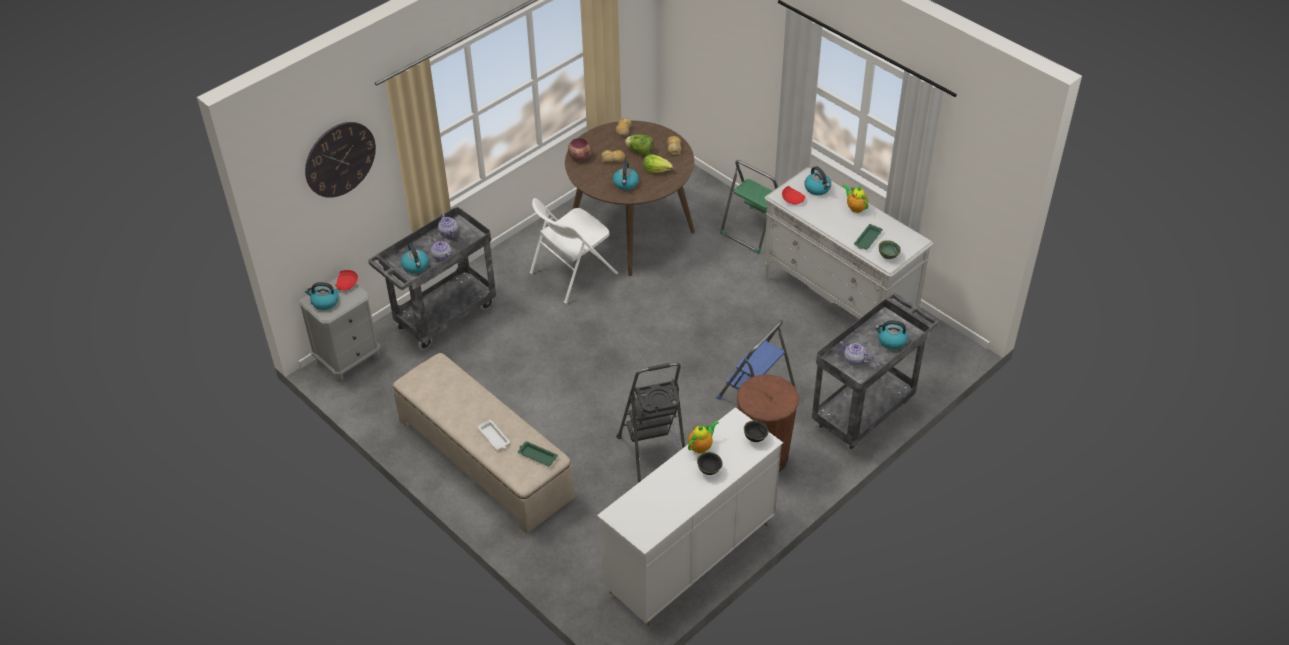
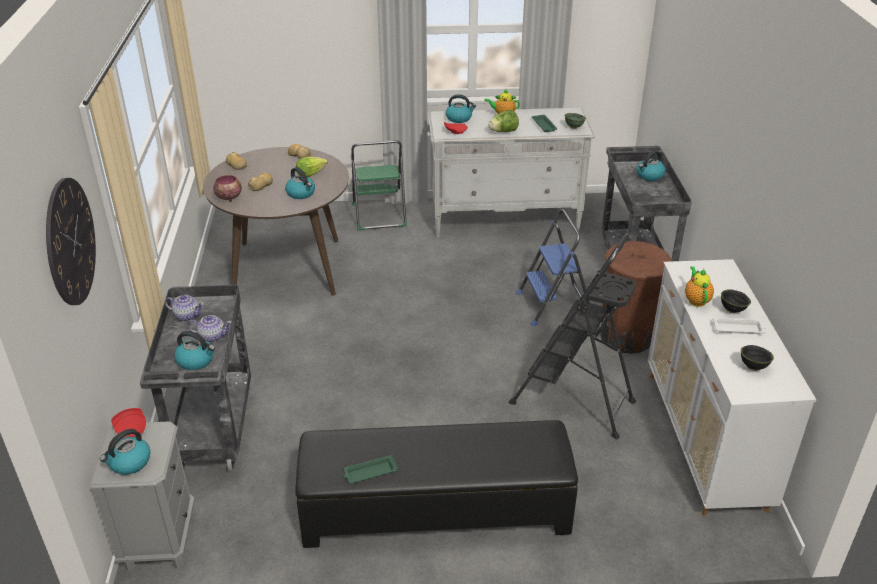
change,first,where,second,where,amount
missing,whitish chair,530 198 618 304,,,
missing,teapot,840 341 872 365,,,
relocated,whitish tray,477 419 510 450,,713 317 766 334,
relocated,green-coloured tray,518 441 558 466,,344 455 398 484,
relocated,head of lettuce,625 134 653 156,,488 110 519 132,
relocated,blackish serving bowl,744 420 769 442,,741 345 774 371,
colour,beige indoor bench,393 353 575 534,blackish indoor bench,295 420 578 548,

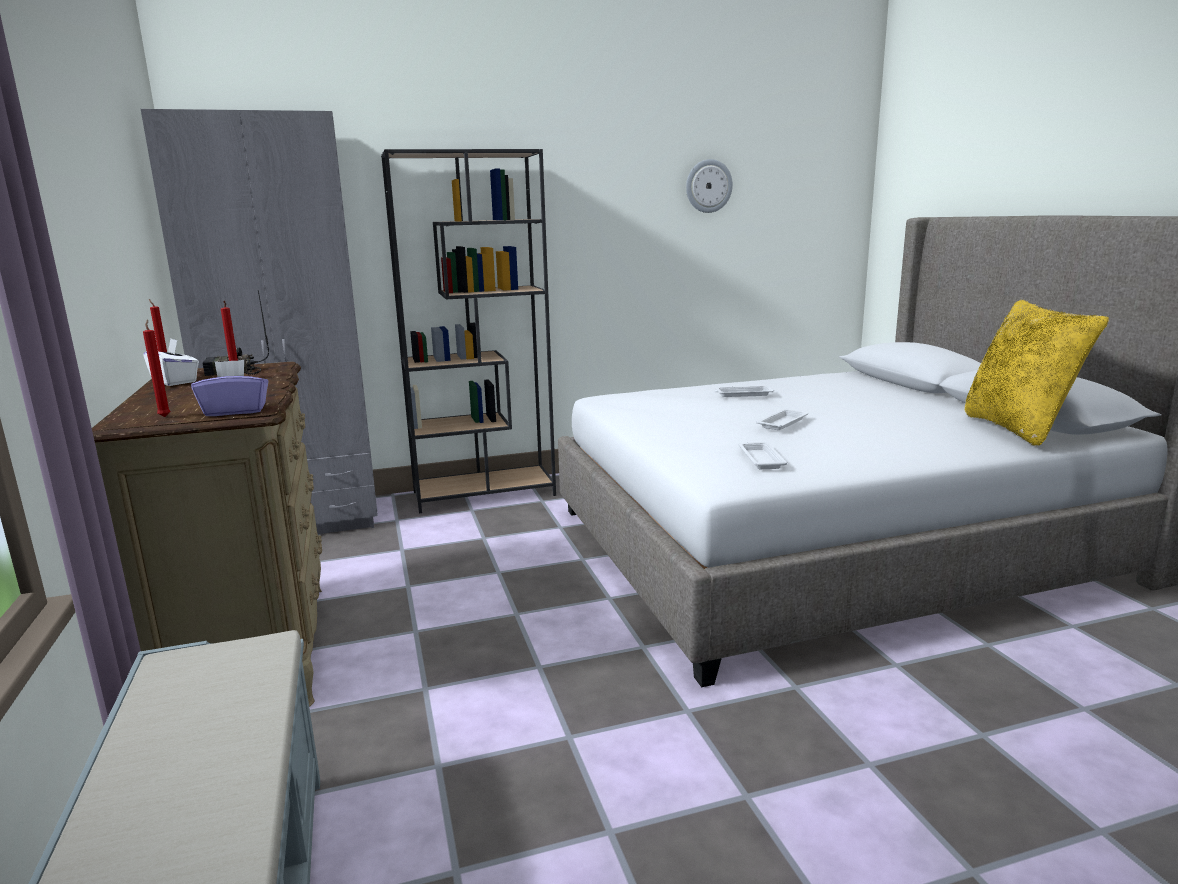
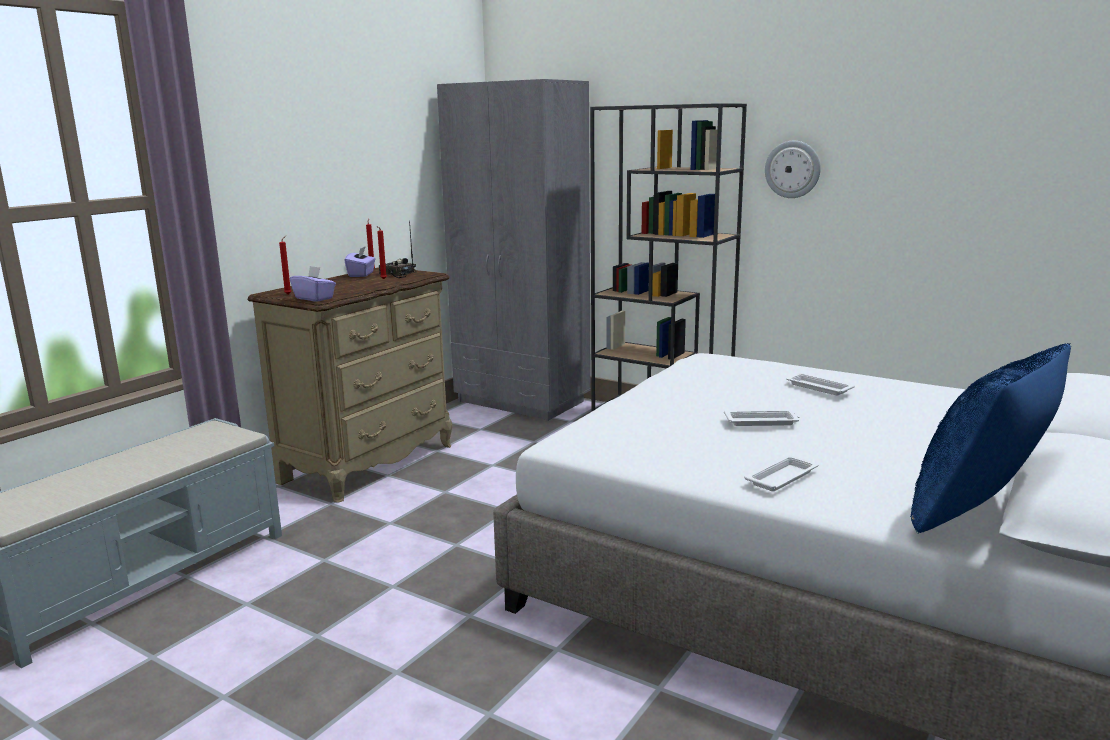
change,first,where,second,where,amount
relocated,wall clock,686 159 733 213,,765 141 821 198,
relocated,whitish tray,738 442 787 469,,745 455 818 491,
colour,whitish box of tissues,143 339 199 386,purple box of tissues,344 246 376 277,
colour,yellow-coloured cushion,965 299 1110 446,blue cushion,910 343 1071 534,

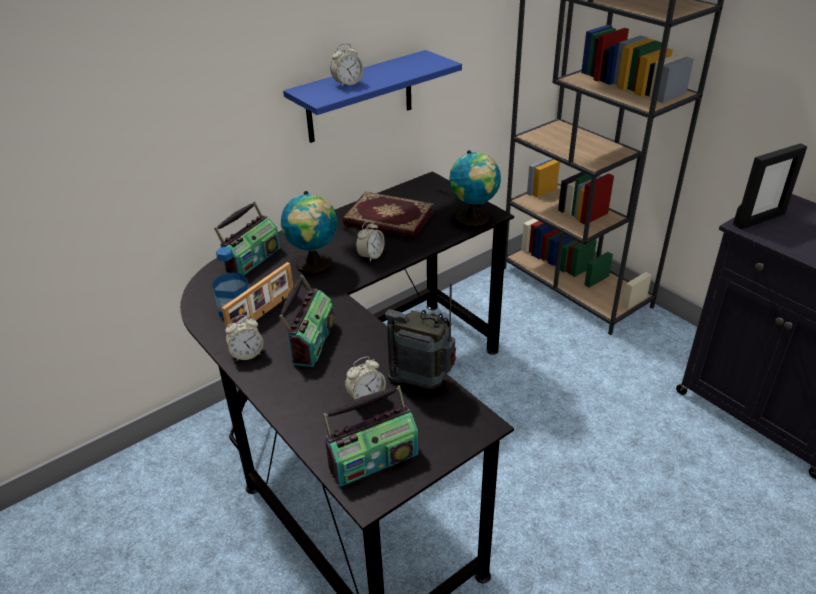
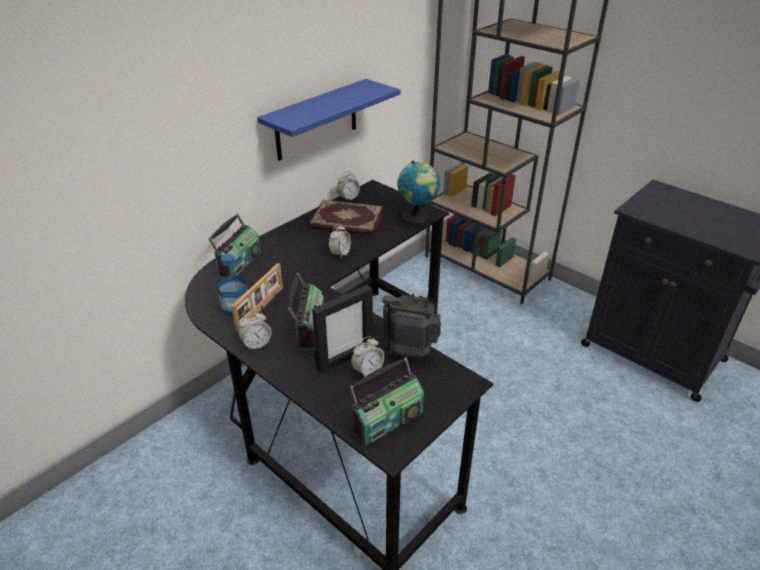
change,first,where,second,where,amount
missing,desk globe,281 191 337 275,,,
relocated,alarm clock,330 43 363 88,,337 171 360 202,
relocated,picture frame,733 143 807 230,,312 285 373 373,

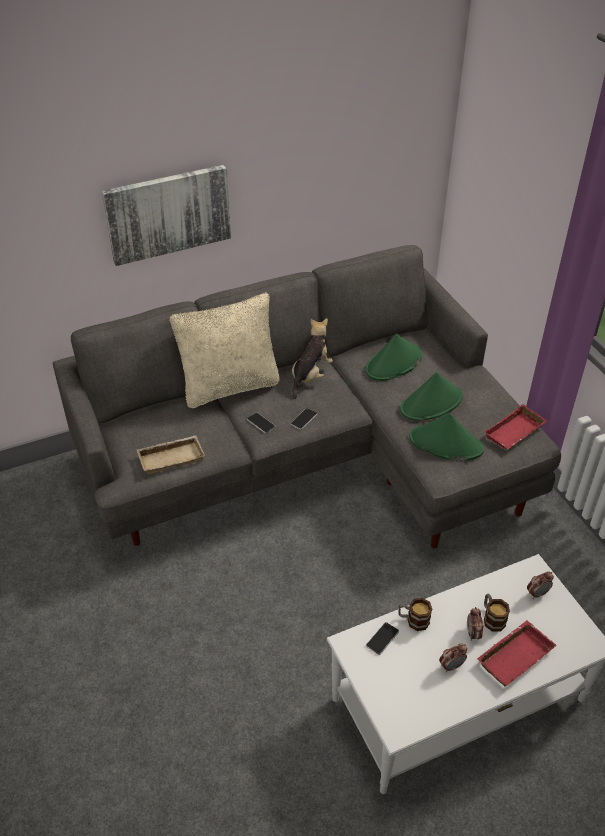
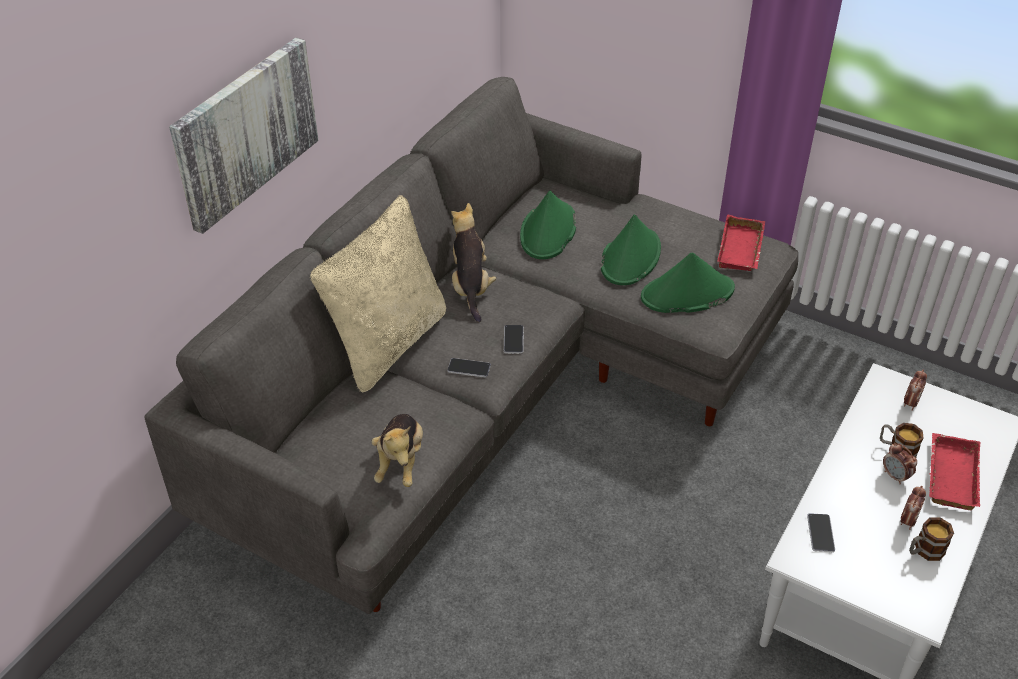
change,first,where,second,where,amount
relocated,tea mug,398 598 432 631,,909 518 954 561,
exchanged,beige tray,137 435 205 474,soft toy,371 414 423 487,

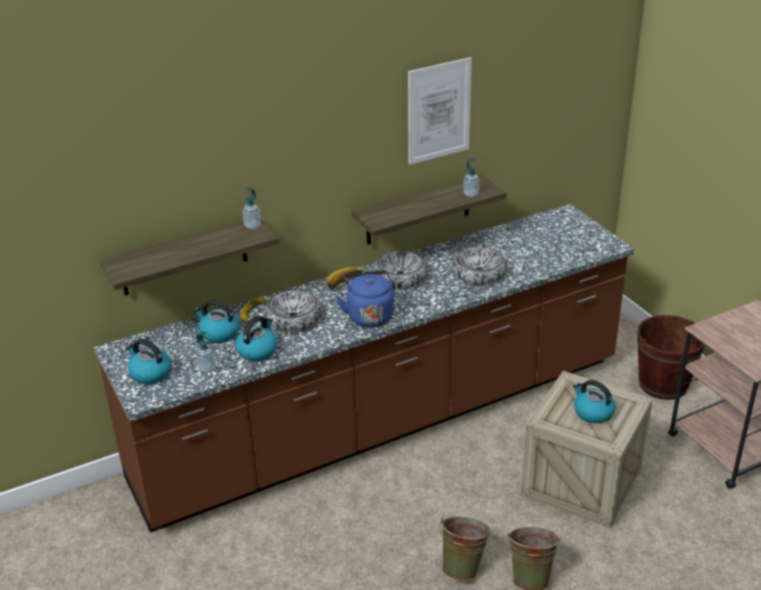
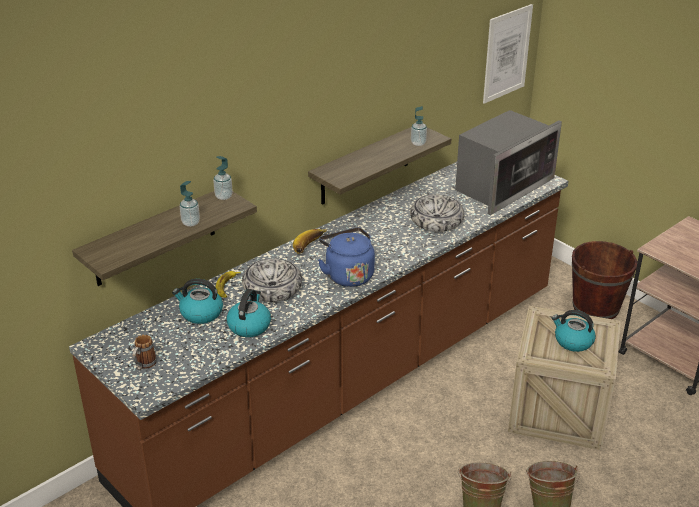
change,first,where,second,where,amount
missing,serving bowl,373 251 428 289,,,
appeared,,,microwave oven,455 110 562 215,
relocated,soap dispenser,196 331 215 373,,180 181 200 227,
relocated,wall art,408 57 472 165,,483 4 533 104,
exchanged,kettle,126 339 172 384,tea mug,133 335 157 371,

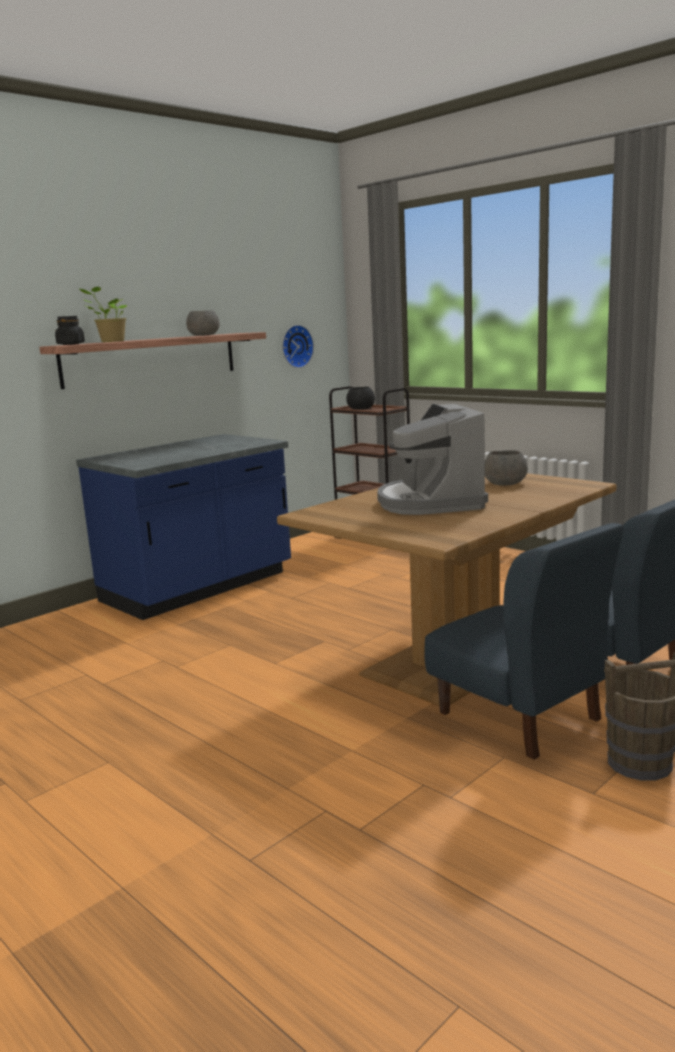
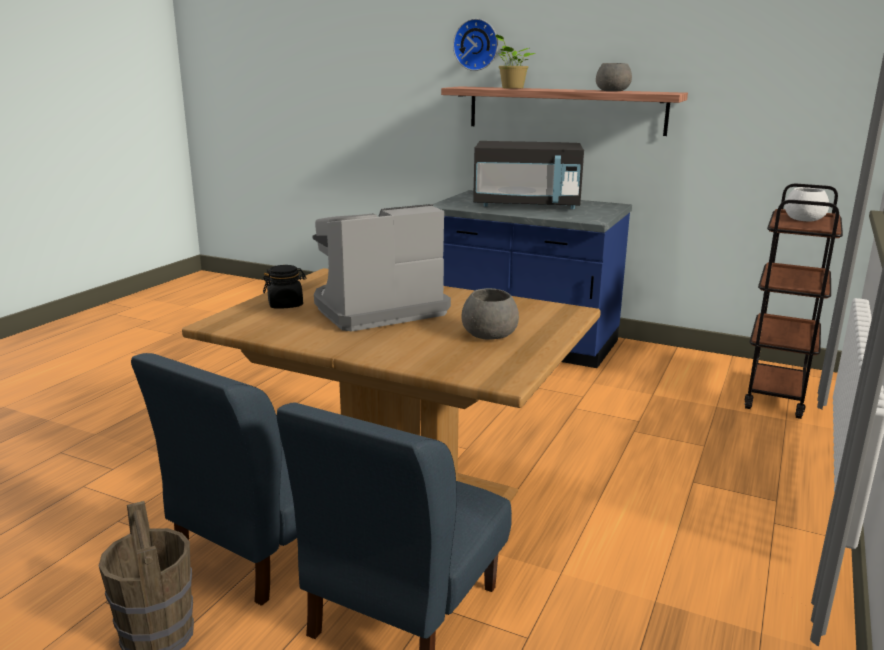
change,first,where,second,where,amount
appeared,,,blackish microwave oven,473 141 584 209,
relocated,blackish preserve jar,55 316 85 345,,263 265 306 309,
relocated,wall clock,282 325 314 368,,453 18 498 71,
colour,blackish serving bowl,346 387 375 410,whitish serving bowl,785 187 829 221,

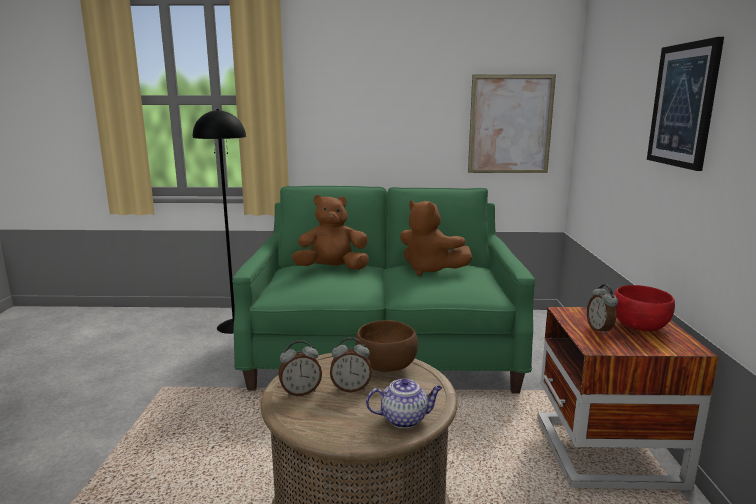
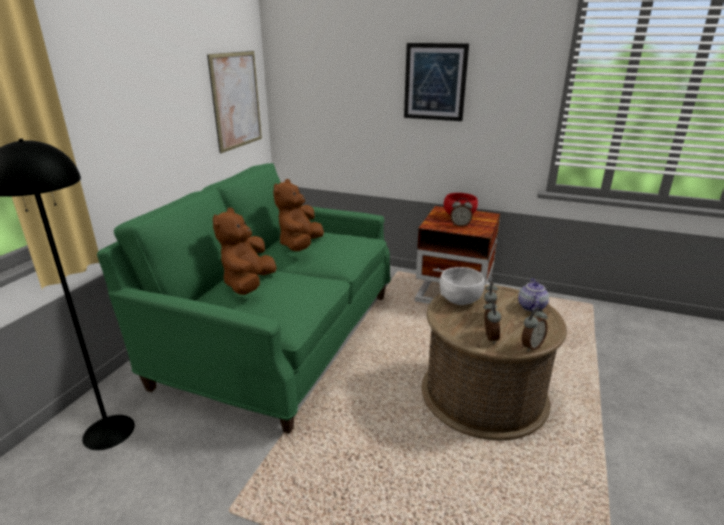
change,first,where,second,where,amount
appeared,,,alarm clock,522 308 547 352,
colour,brown-coloured serving bowl,355 320 418 372,whitish serving bowl,440 267 485 305,
spun,brown-coloured soft toy,400 201 472 276,,273 179 324 251,135 degrees clockwise

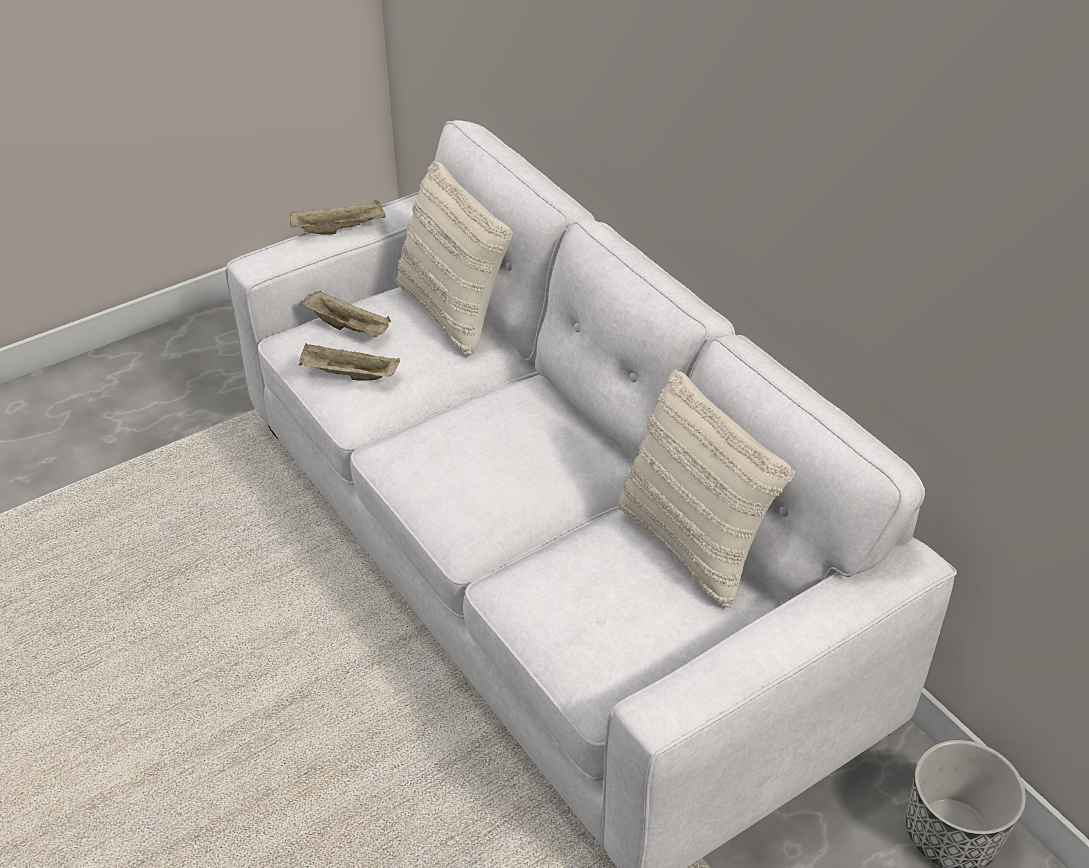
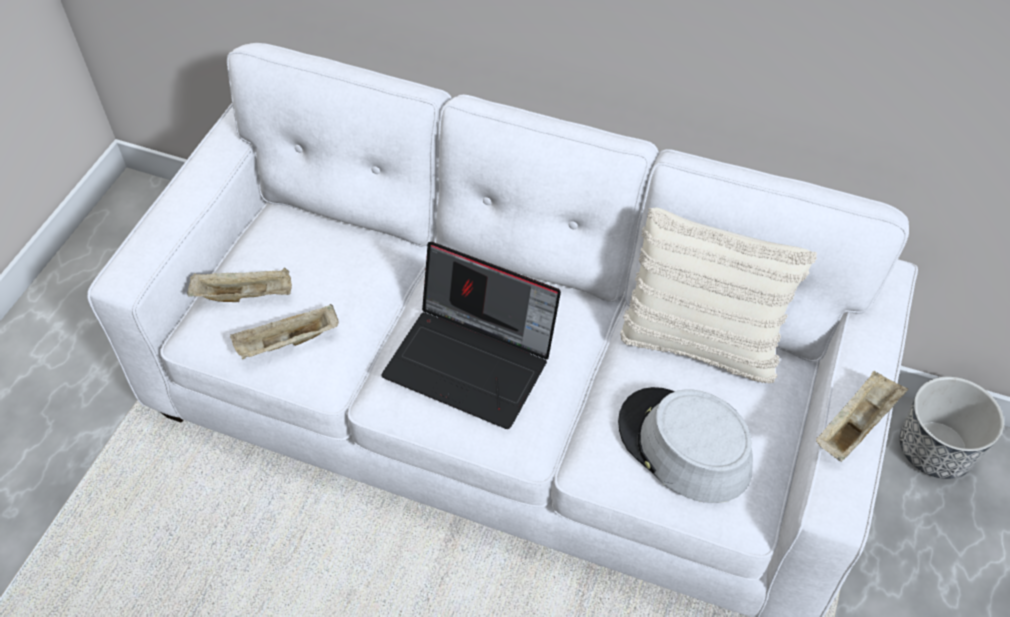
change,first,where,second,where,amount
missing,beige cushion,396 161 513 355,,,
appeared,,,portable computer,381 242 561 429,
appeared,,,gray hat,618 387 753 503,
relocated,beige tray,290 199 386 235,,816 371 908 462,

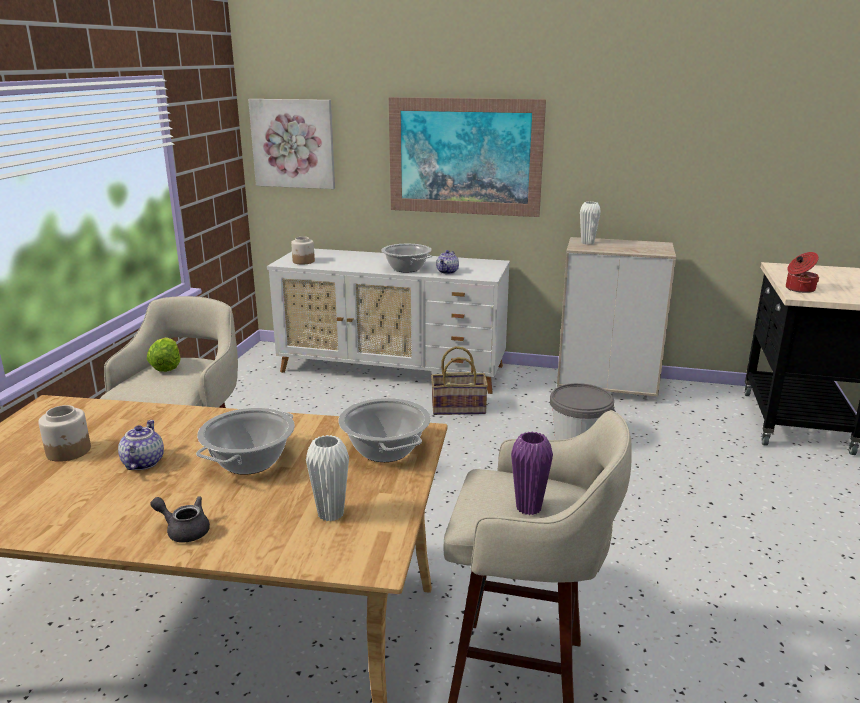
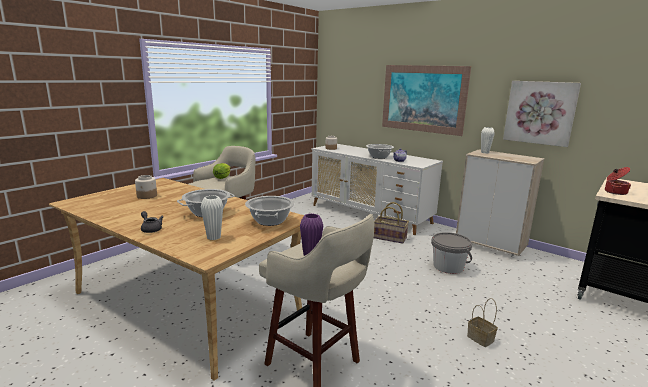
change,first,where,second,where,amount
missing,teapot,118 420 164 470,,,
appeared,,,basket,467 298 498 347,
relocated,wall art,248 99 335 189,,503 81 581 147,

